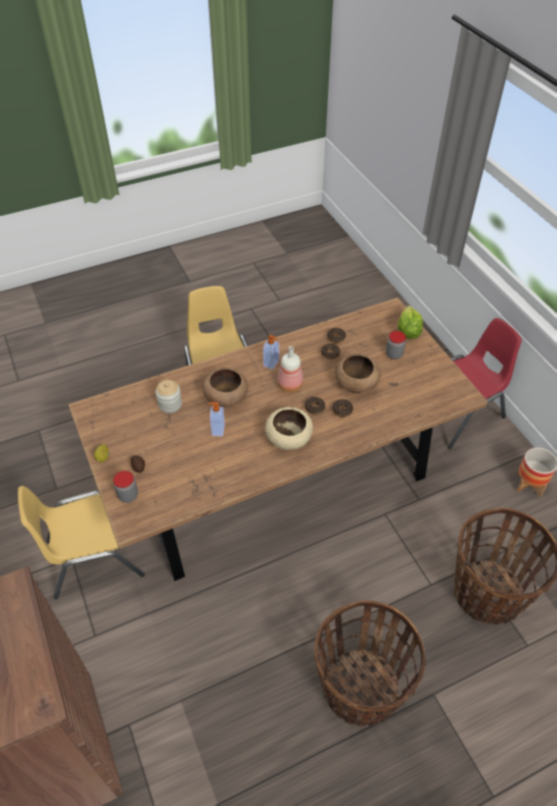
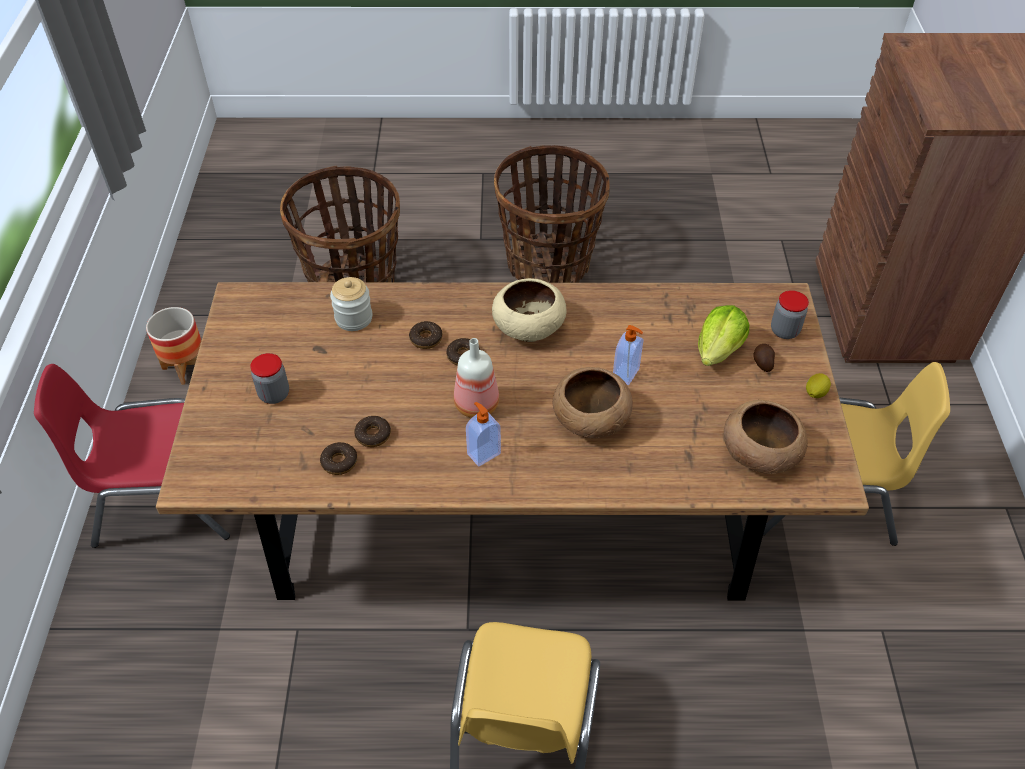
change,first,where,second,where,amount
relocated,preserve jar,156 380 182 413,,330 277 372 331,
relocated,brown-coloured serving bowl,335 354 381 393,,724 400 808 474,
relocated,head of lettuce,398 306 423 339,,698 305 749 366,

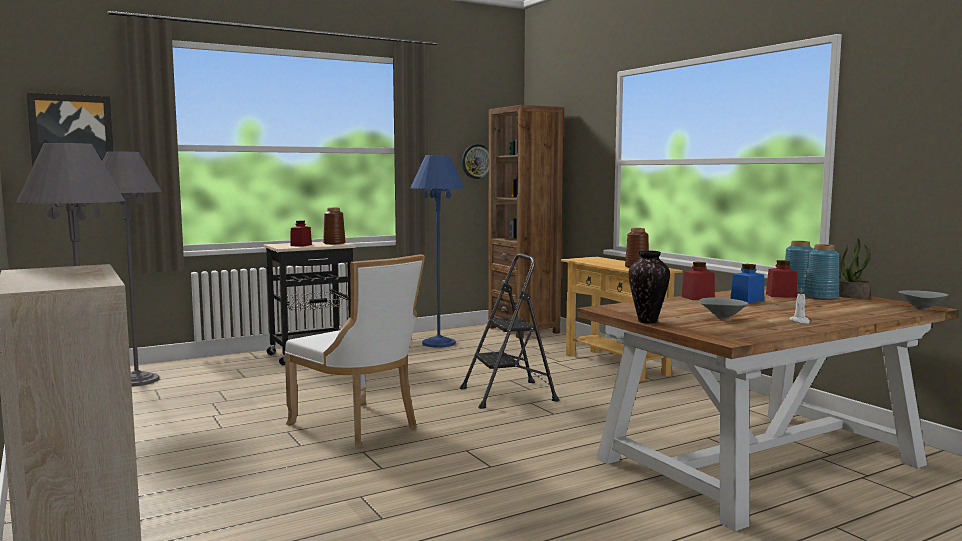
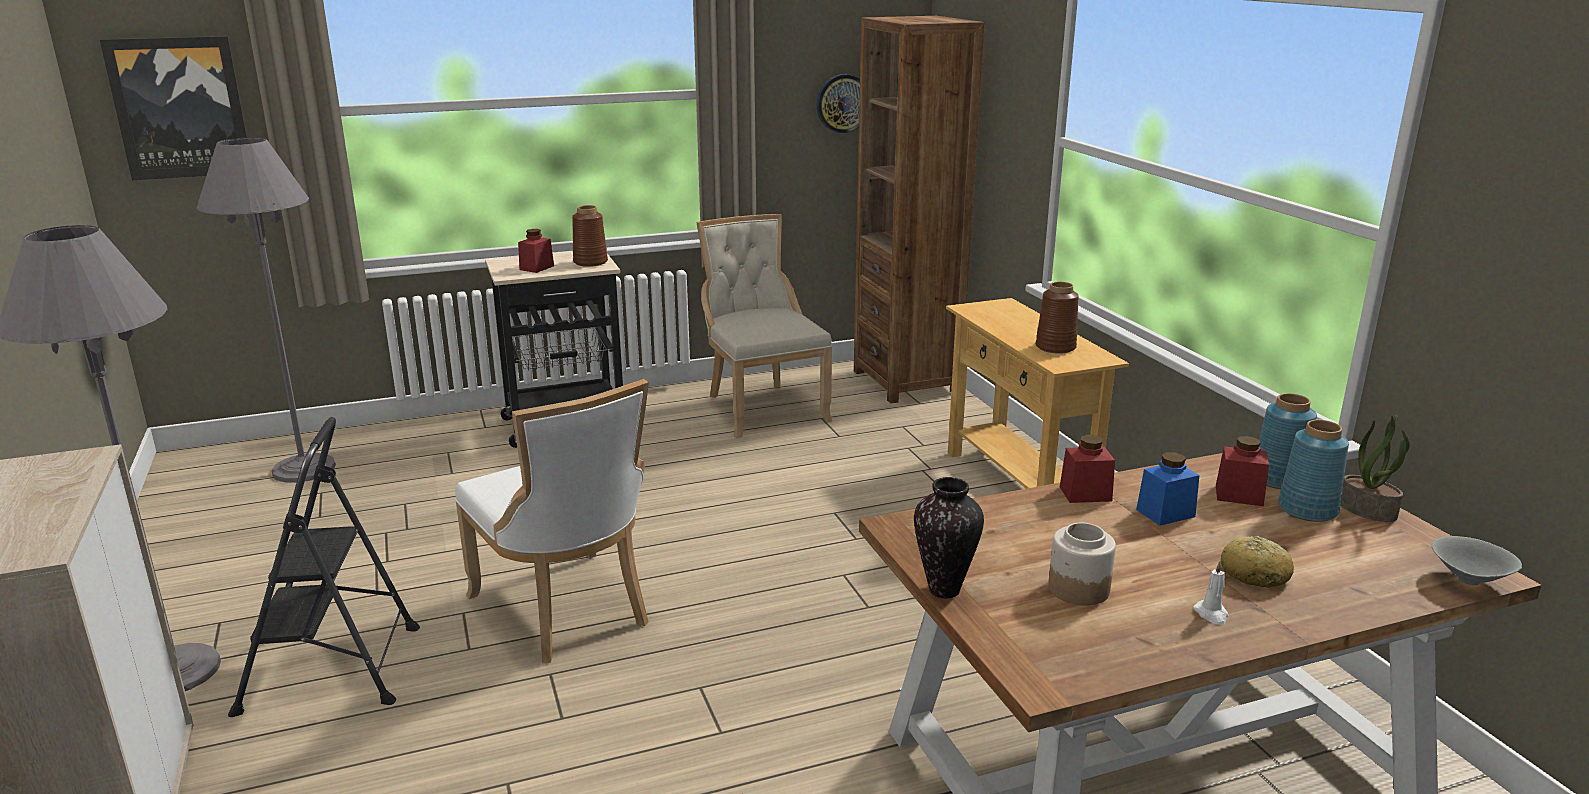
change,first,where,second,where,amount
appeared,,,bread,1221 536 1294 588,
relocated,blackish stepladder,460 253 560 409,,228 417 420 717,
exchanged,blue standing lamp,410 155 465 348,beige chair,696 214 832 438,
exchanged,gray serving bowl,699 298 748 320,preserve jar,1048 523 1116 606,

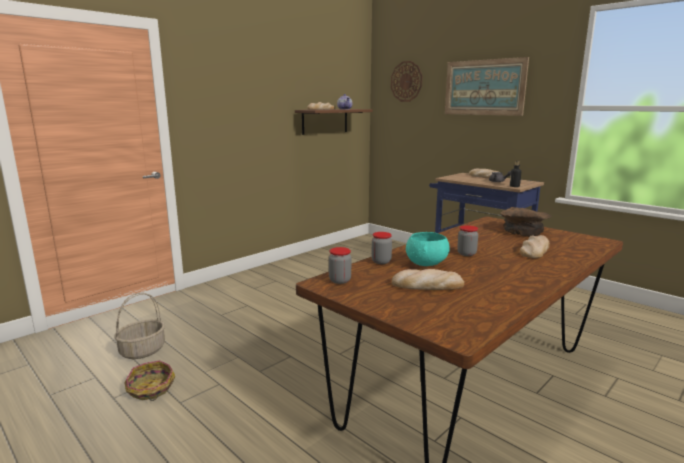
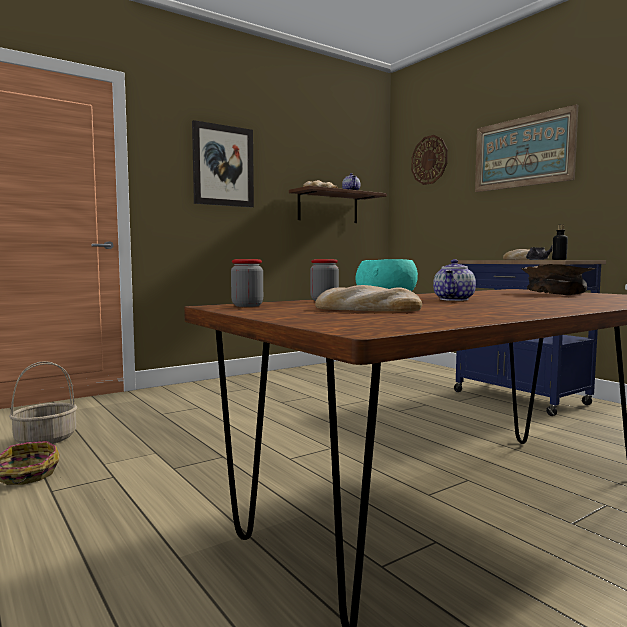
change,first,where,second,where,amount
missing,bread,520 235 550 258,,,
appeared,,,wall art,192 120 254 207,
exchanged,preserve jar,457 225 478 256,teapot,433 259 476 301,

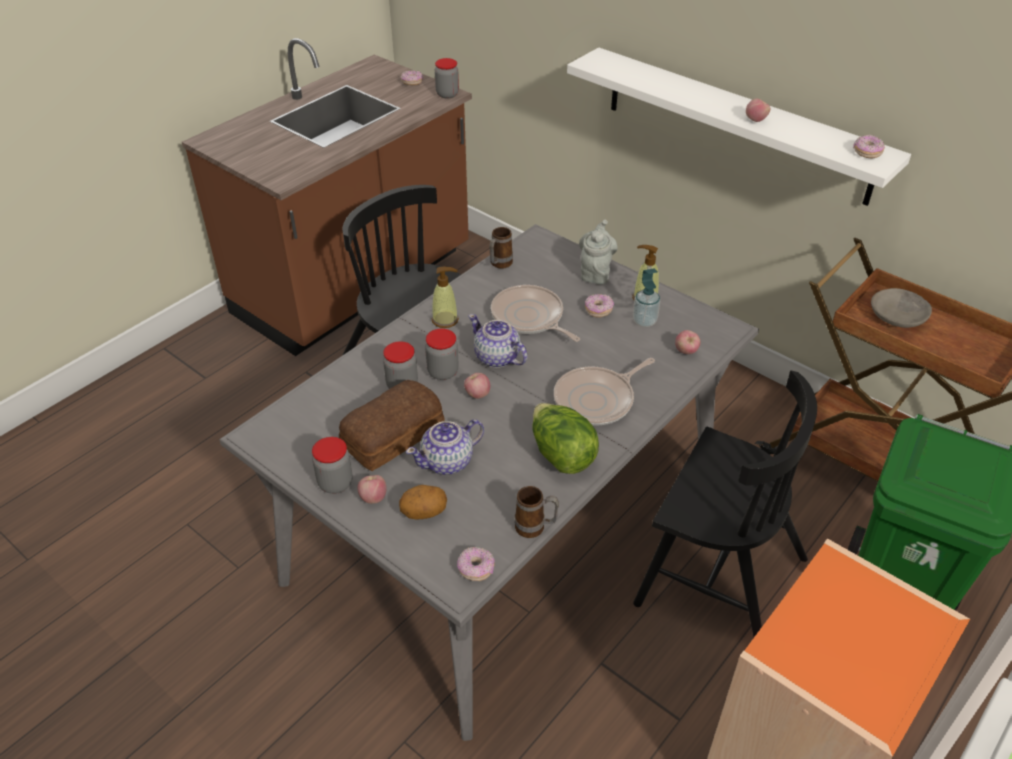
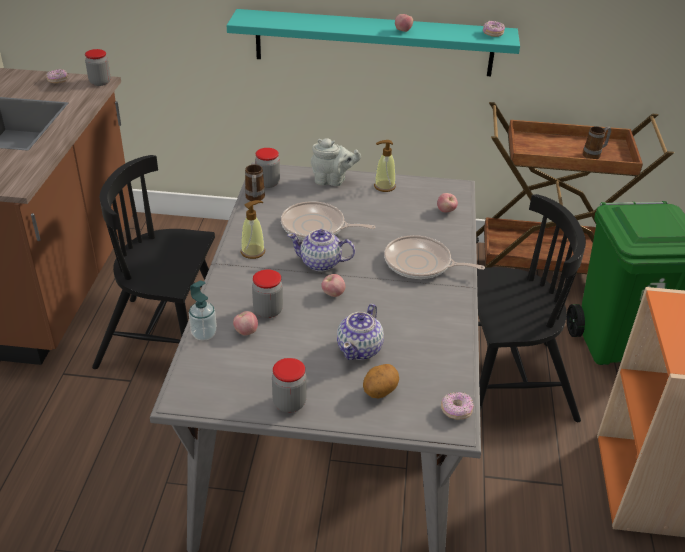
change,first,where,second,where,amount
missing,bread,339 380 445 471,,,
missing,head of lettuce,532 403 599 474,,,
missing,doughnut,585 294 614 318,,,
missing,gray serving bowl,871 288 932 328,,,
relocated,whole apple,357 475 387 504,,233 311 258 336,
relocated,preserve jar,425 329 459 380,,255 148 280 188,
relocated,tea mug,515 486 559 538,,583 126 611 159,
relocated,soap dispenser,633 269 660 327,,189 280 217 341,
colour,whitish shelf,567 47 911 206,blue-green shelf,227 9 520 76,
spun,pan,554 358 655 426,,384 235 485 279,90 degrees clockwise
spun,gray teapot,579 220 618 284,,311 138 361 186,120 degrees clockwise

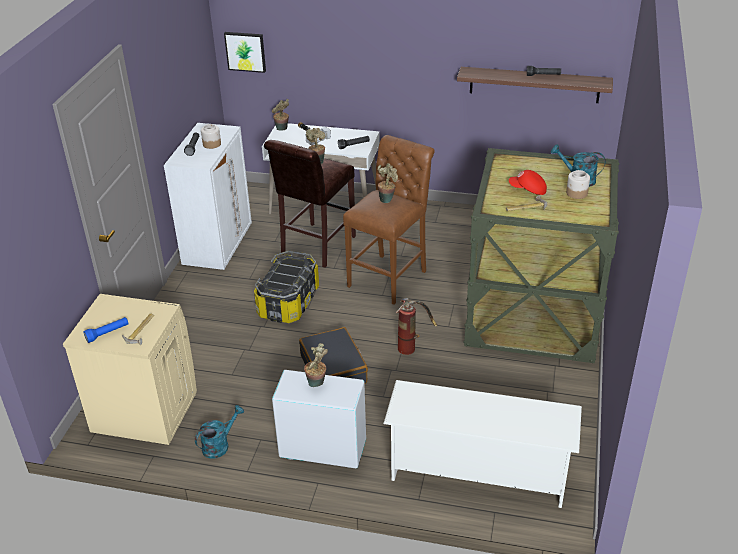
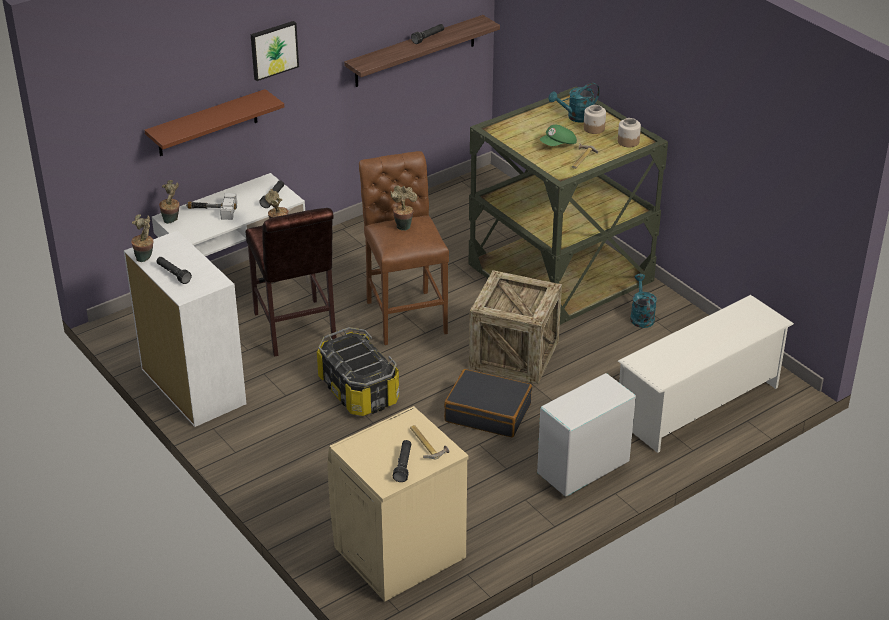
change,first,where,second,where,amount
appeared,,,brown-coloured shelf,144 89 284 156,
relocated,blue-green watering pot,195 405 244 459,,630 274 657 328,
relocated,preserve jar,201 124 221 149,,618 118 641 147,
relocated,wall art,224 32 266 73,,251 21 299 81,
relocated,plant in a pot,304 343 328 387,,131 214 154 262,
exchanged,fire-fighting cylinder,396 298 437 355,shipping crate,469 270 562 384,
colour,blue hand torch,83 317 129 343,blackish hand torch,393 440 411 482,
colour,red-coloured peaked cap,509 170 547 195,green-coloured peaked cap,540 125 577 146,

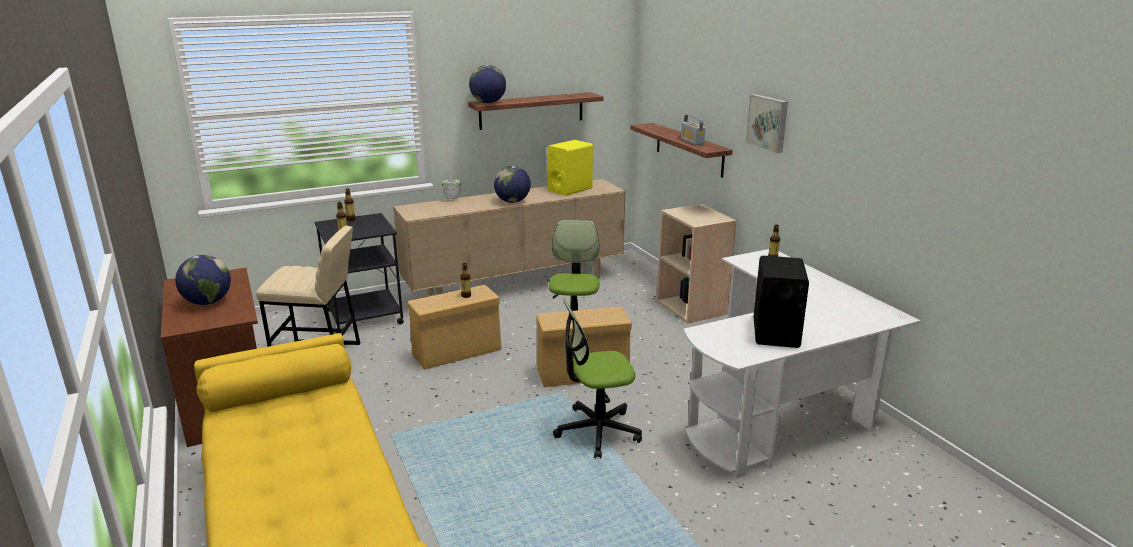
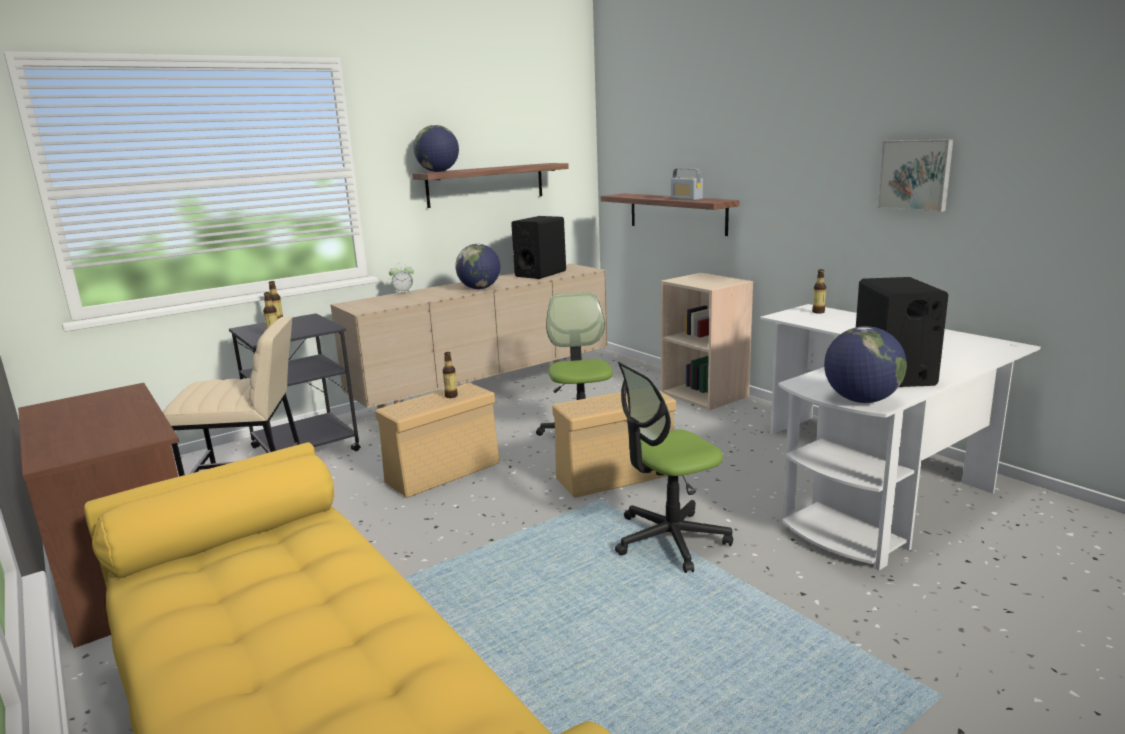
change,first,where,second,where,amount
relocated,desk globe,175 255 231 305,,824 326 907 403,
relocated,wall art,746 94 788 153,,877 139 953 212,
colour,yellow-coloured speaker,547 140 593 196,blackish speaker,511 216 566 279,

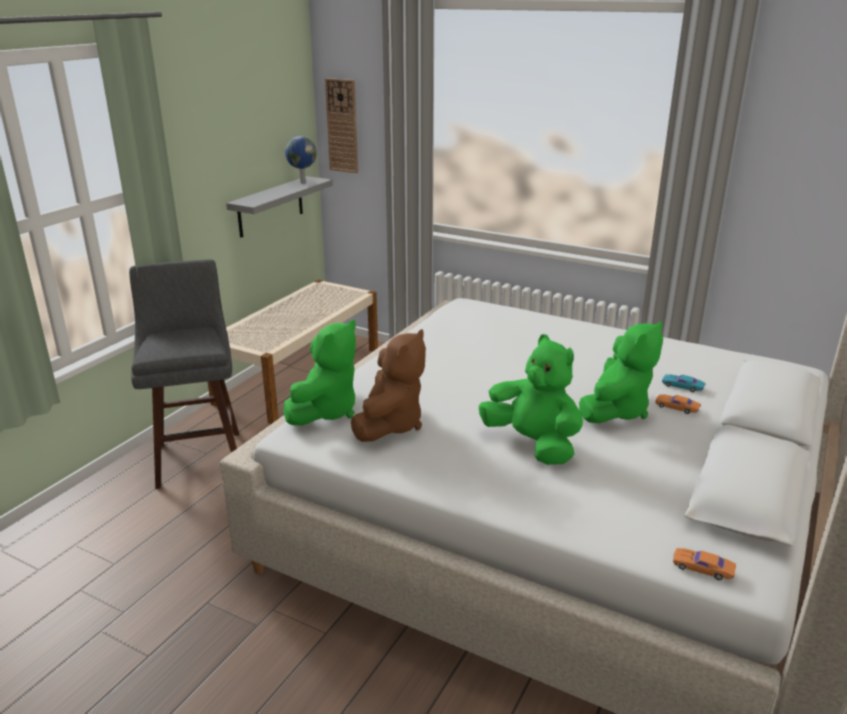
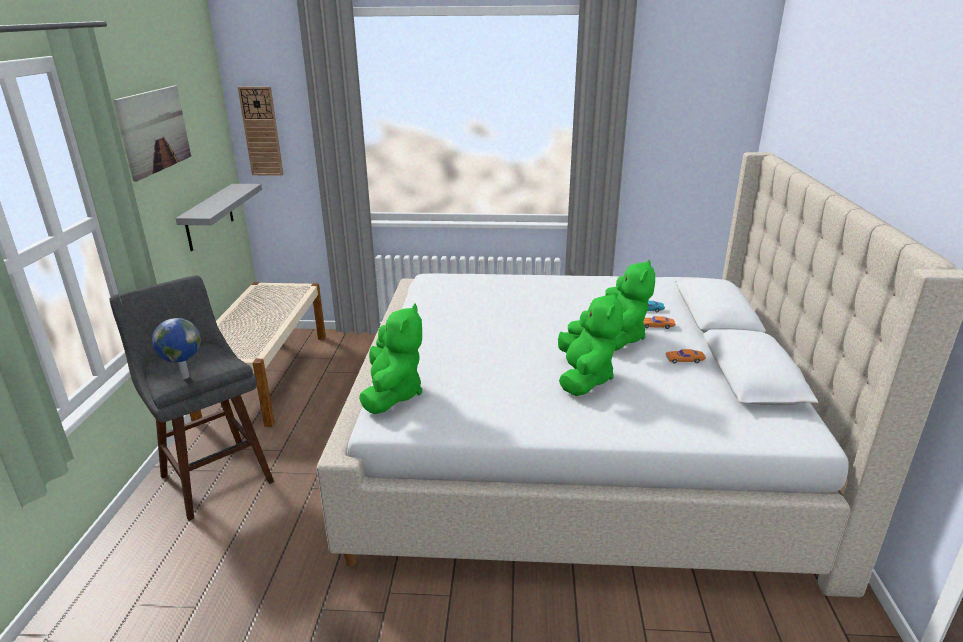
change,first,where,second,where,amount
missing,brown-coloured soft toy,351 329 426 442,,,
appeared,,,wall art,113 86 191 181,
relocated,desk globe,285 136 317 183,,152 318 201 379,
relocated,orangey model car,673 548 736 580,,666 349 706 363,
spun,green-coloured soft toy,478 334 583 465,,558 291 623 396,75 degrees clockwise

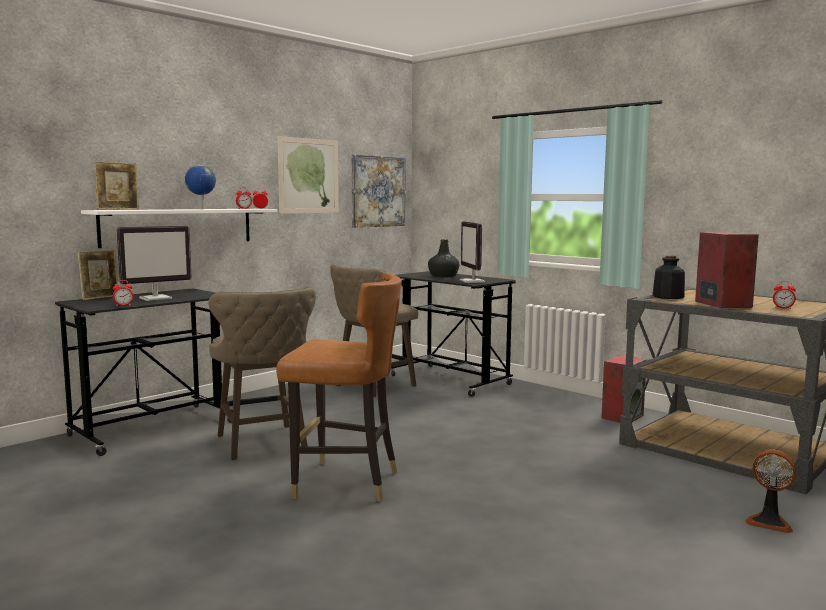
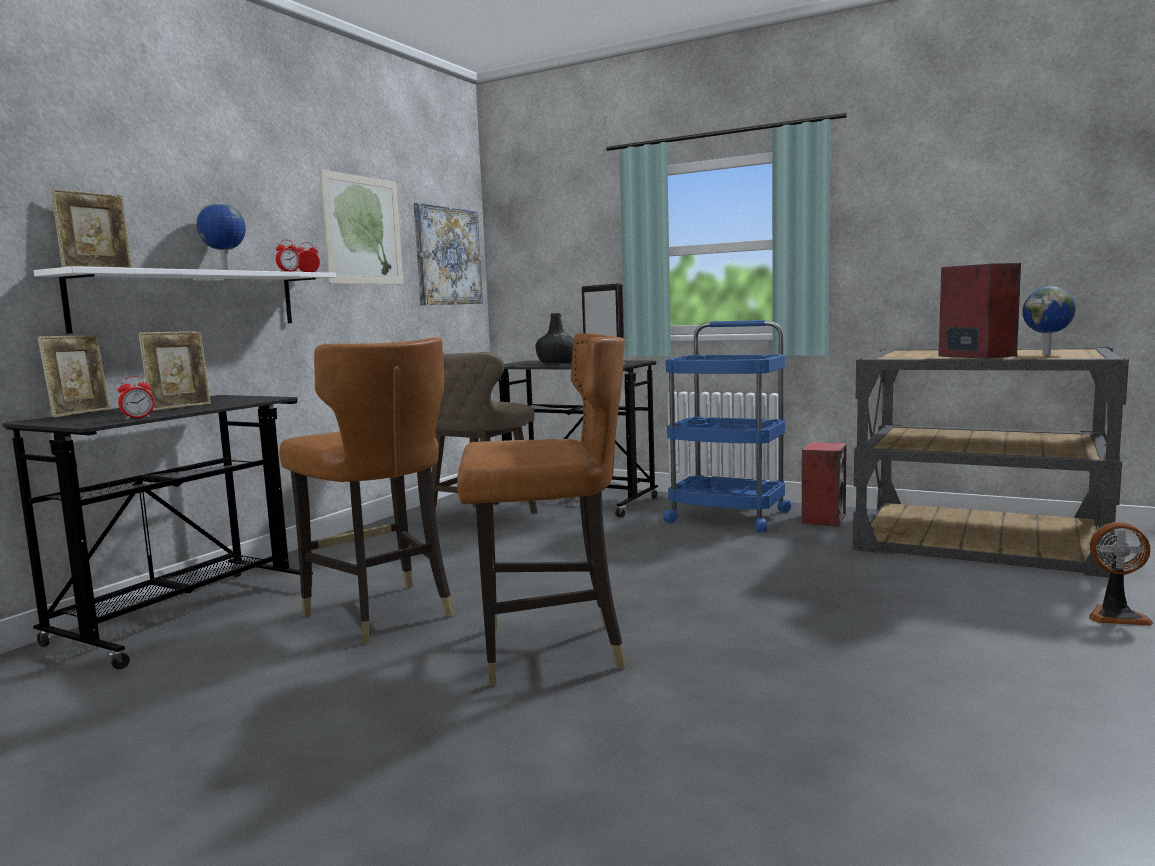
change,first,where,second,where,amount
missing,drink bottle,652 255 685 299,,,
appeared,,,blue trolley,663 320 791 532,
exchanged,computer screen,117 226 192 301,picture frame,138 331 211 411,
exchanged,beige sitting stool,208 287 316 460,brown-coloured chair,279 337 455 644,
exchanged,alarm clock,773 281 796 309,desk globe,1022 287 1076 355,

